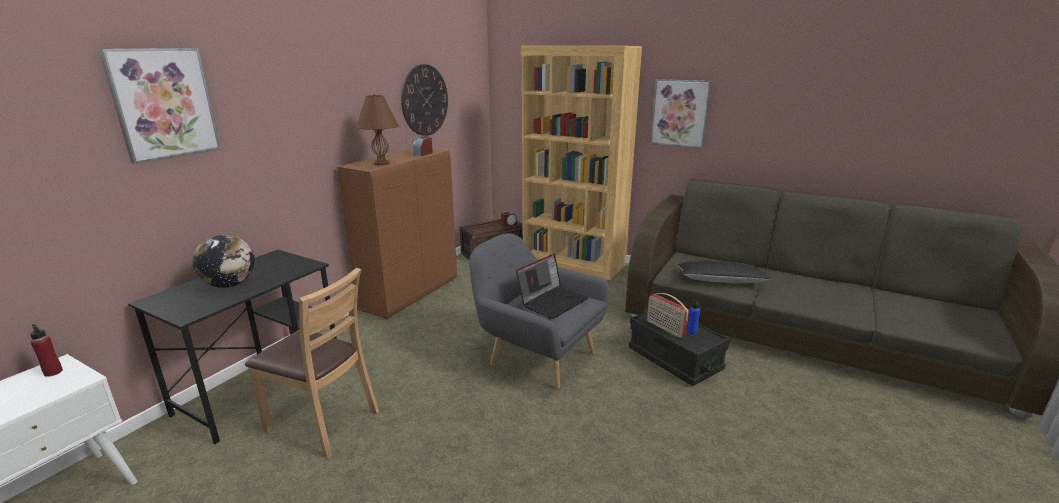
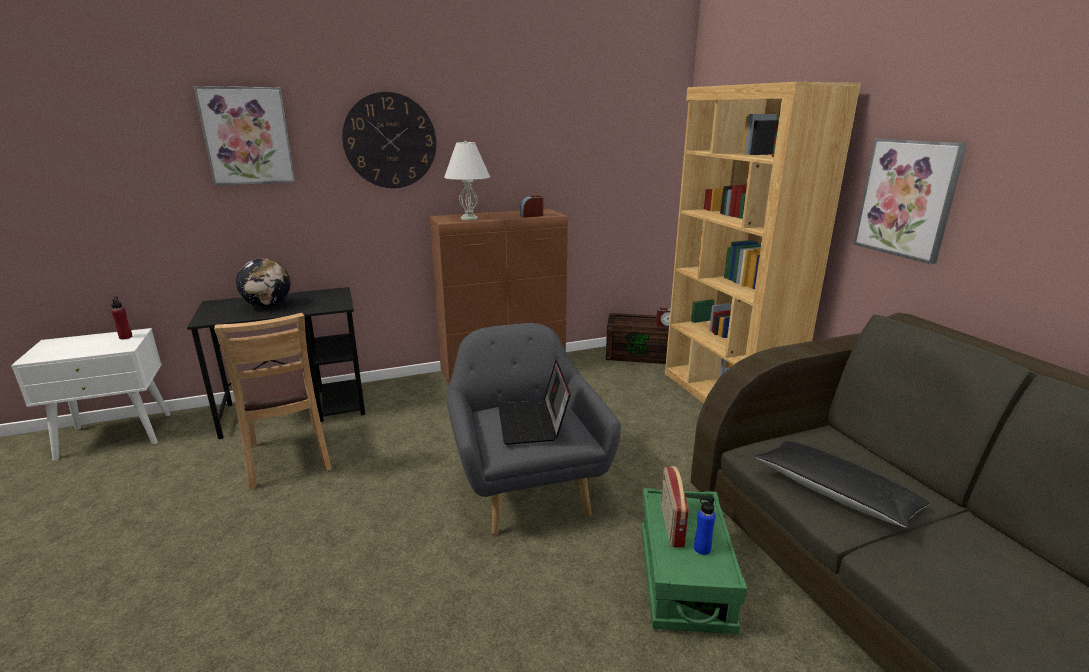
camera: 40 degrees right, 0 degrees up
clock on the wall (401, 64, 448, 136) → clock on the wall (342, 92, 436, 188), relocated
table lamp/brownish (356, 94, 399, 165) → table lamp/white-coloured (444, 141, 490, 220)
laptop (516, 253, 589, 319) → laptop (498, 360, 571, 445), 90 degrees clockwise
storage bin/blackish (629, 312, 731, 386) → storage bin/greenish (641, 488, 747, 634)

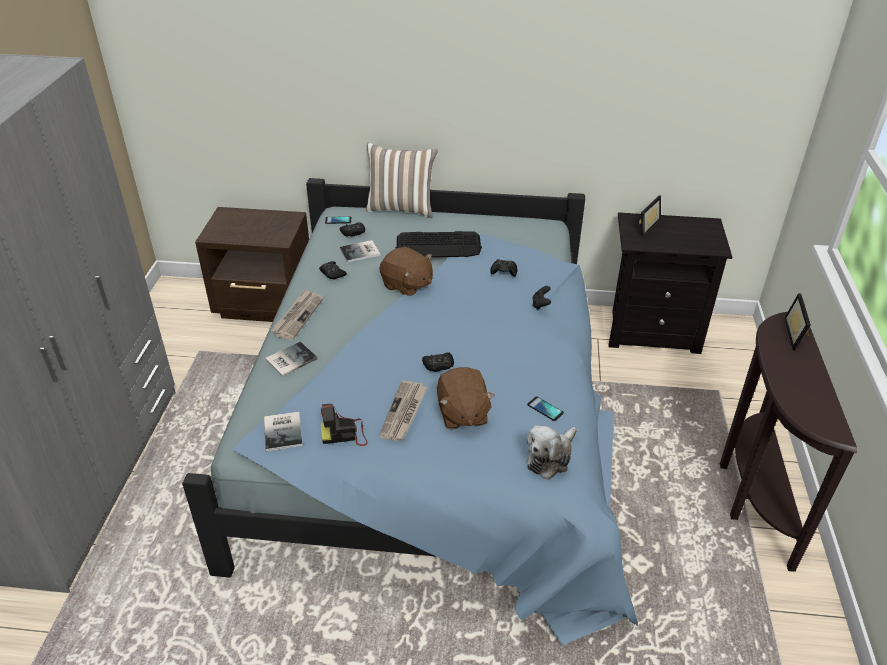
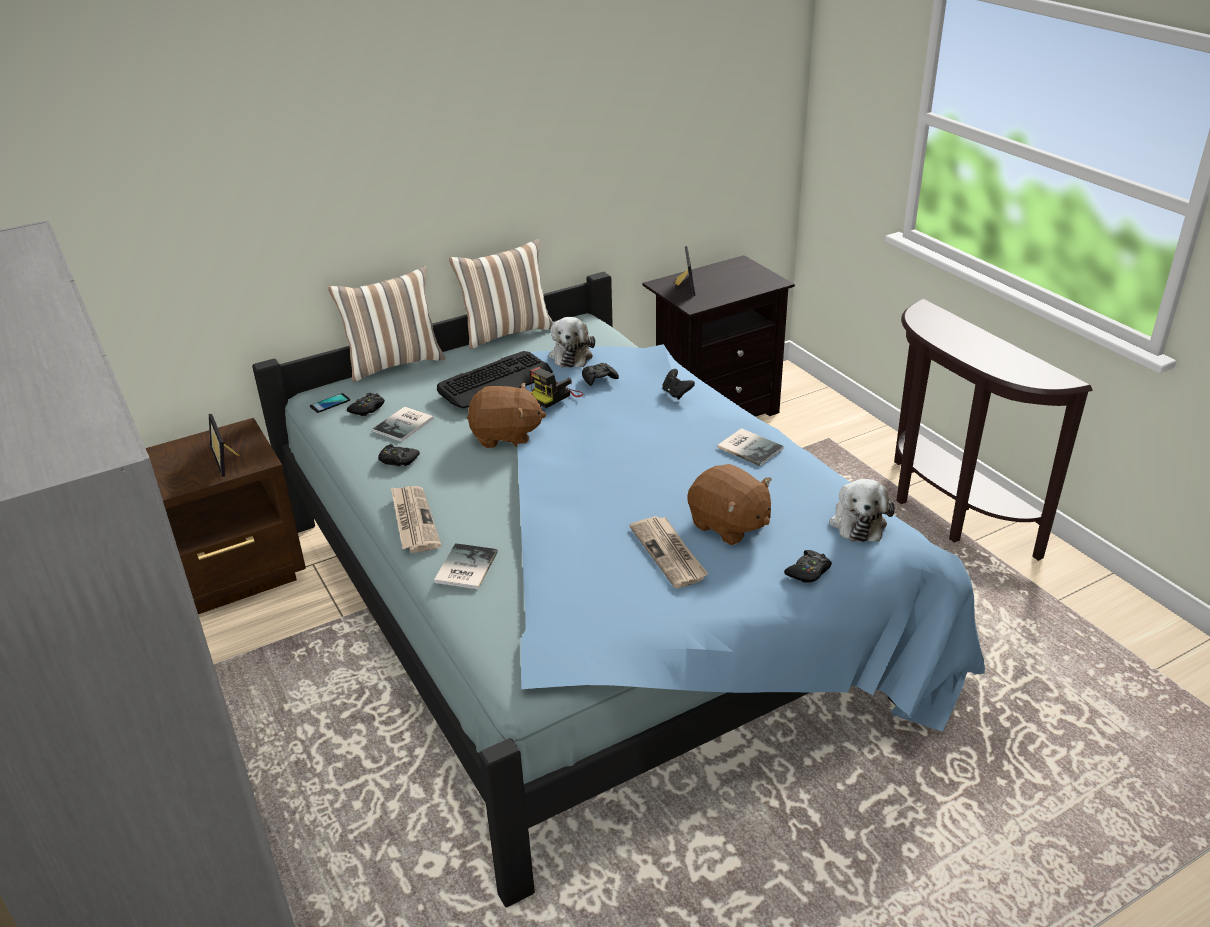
camera: 35 degrees left, 5 degrees down
photo frame (784, 293, 811, 350) → photo frame (209, 414, 239, 477), relocated
gamepad/blackish (422, 352, 454, 372) → gamepad/blackish (784, 550, 832, 583), relocated
telephone (527, 396, 564, 421) → -
photo camera (321, 404, 367, 446) → photo camera (529, 367, 584, 408), relocated
book (264, 412, 303, 451) → book (717, 428, 784, 466), relocated
- → pillow (449, 239, 553, 349)
- → cuddly toy (549, 317, 595, 368)

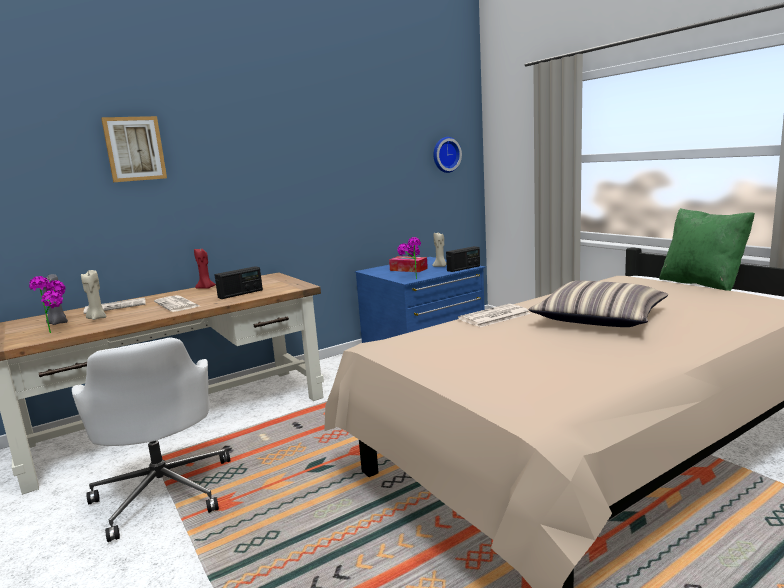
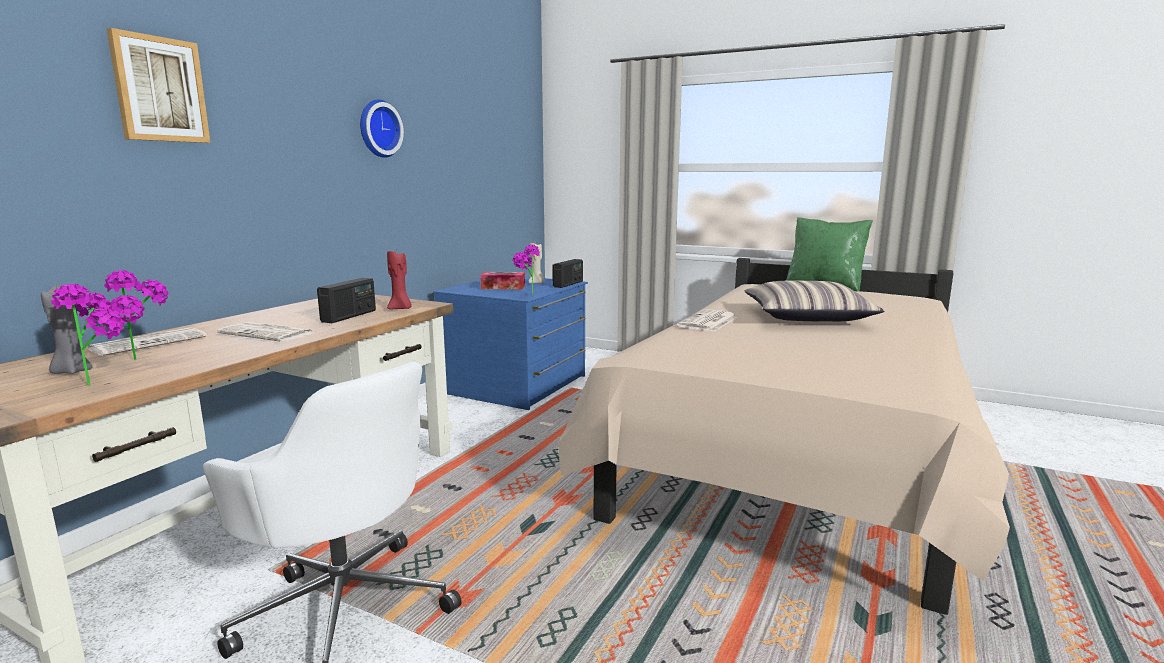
camera: 30 degrees left, 0 degrees up
clock on the wall (434, 137, 462, 173) → clock on the wall (360, 99, 404, 158), relocated
wax candle/red (194, 249, 216, 289) → wax candle/red (387, 251, 412, 309), relocated
wax candle/beige-coloured (81, 270, 107, 320) → houseplant (104, 270, 169, 360)

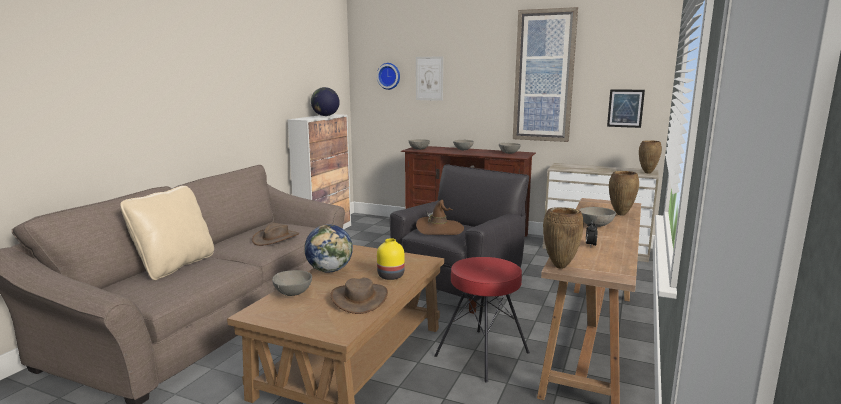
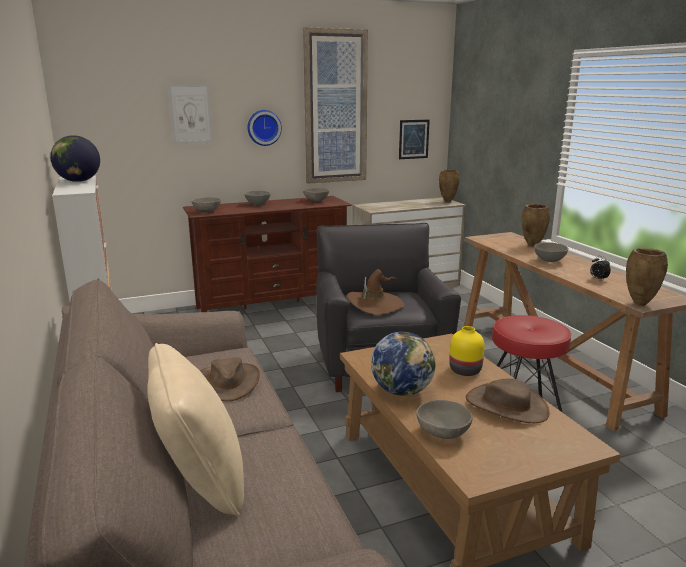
camera: 45 degrees left, 5 degrees up
clock on the wall (377, 63, 400, 90) → clock on the wall (248, 110, 282, 146), relocated

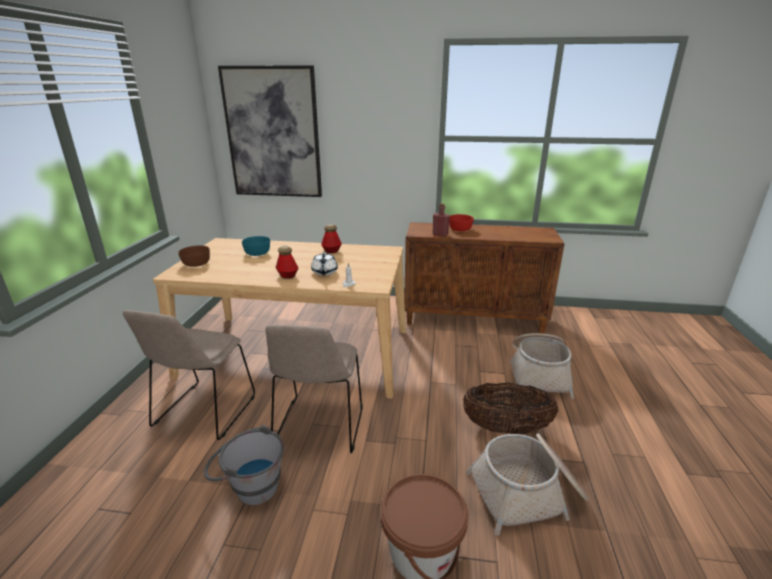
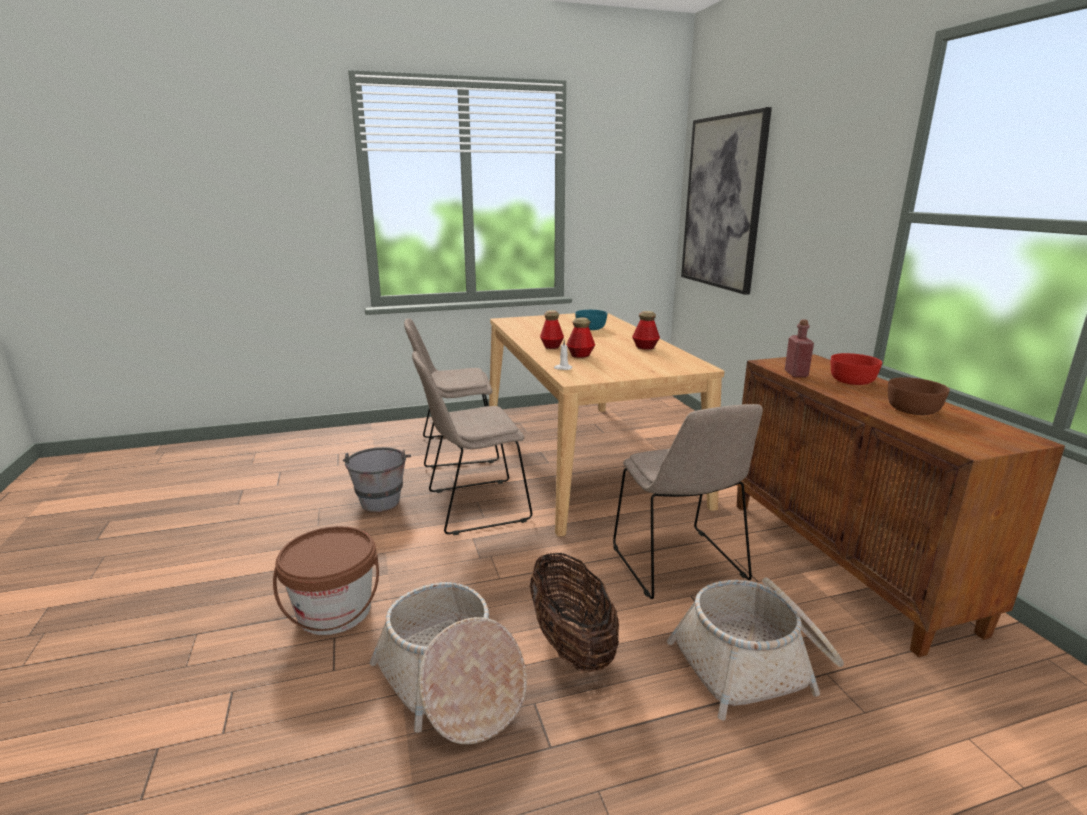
camera: 65 degrees right, 5 degrees down
deep dish/brownish (178, 245, 210, 267) → deep dish/brownish (888, 377, 950, 415), relocated
teapot/white-coloured (311, 252, 338, 276) → bottle (566, 318, 595, 358)
- → chair/beige-coloured (613, 404, 763, 599)

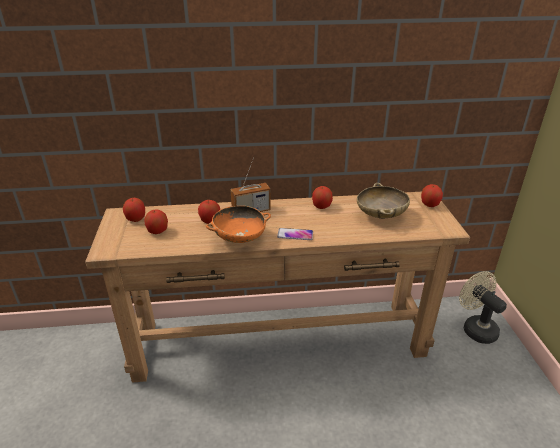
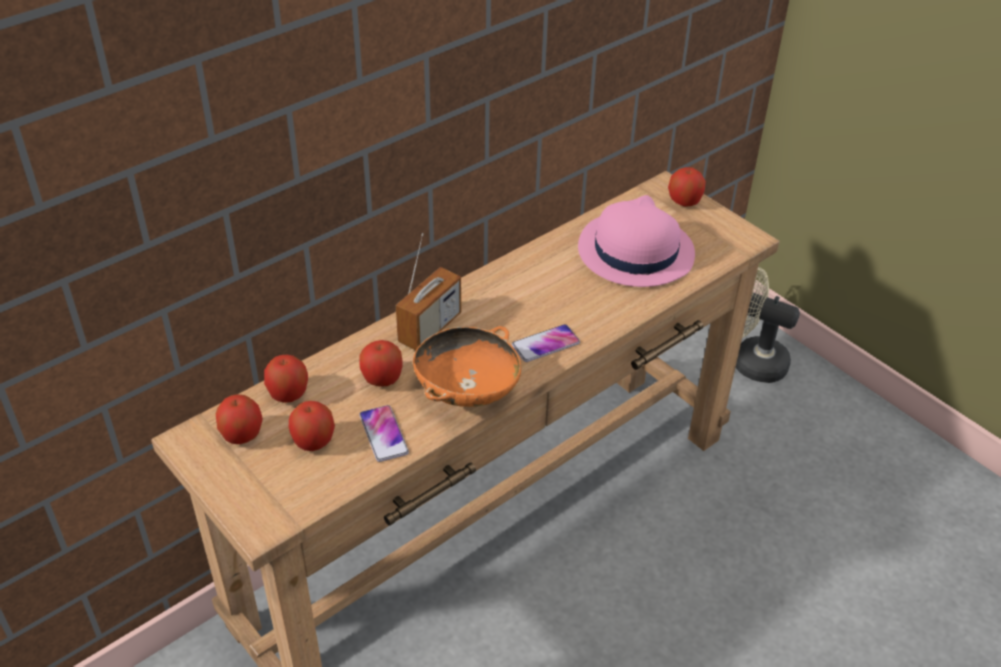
camera: 35 degrees left, 10 degrees up
deep dish/beige-coloured (357, 183, 410, 219) → wearable hat/pink (578, 195, 695, 287)
whole apple (312, 186, 333, 209) → whole apple (264, 355, 308, 403), relocated
- → telephone (359, 405, 409, 462)

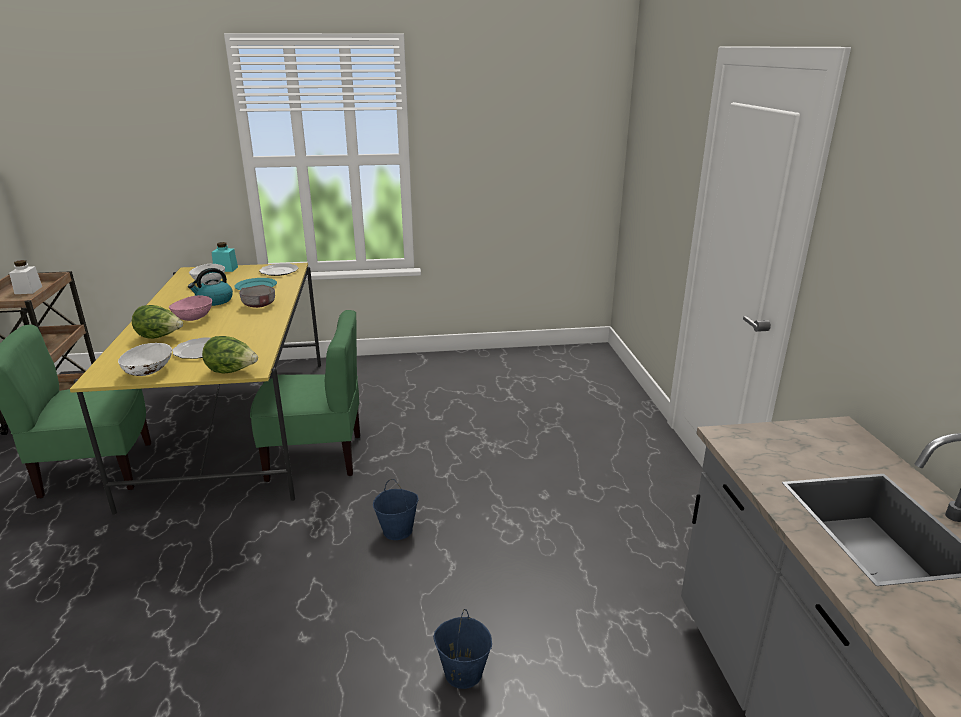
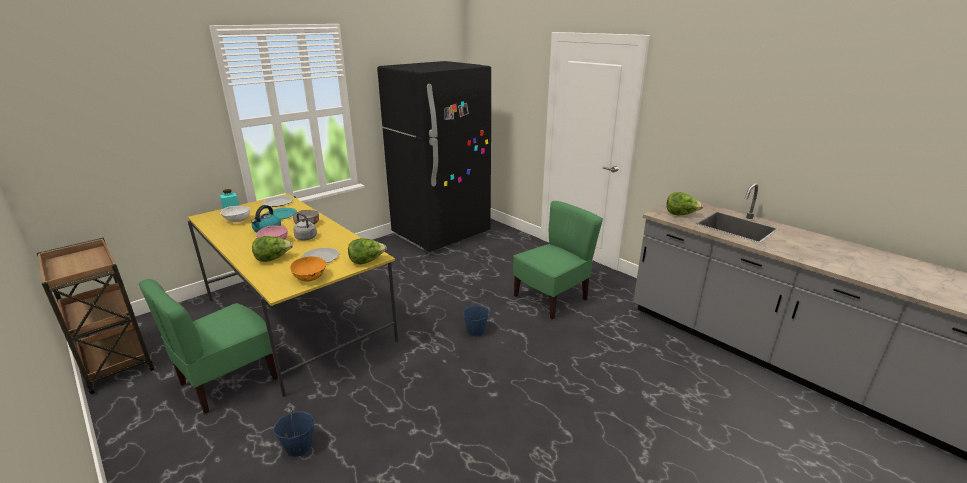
camera: 35 degrees left, 0 degrees up
jar/white-coloured (9, 260, 42, 294) → -
chair/greenish (250, 310, 360, 482) → chair/greenish (513, 201, 603, 320), relocated
deep dish/white-coloured (118, 342, 172, 376) → deep dish/orangey (290, 256, 326, 282)
bucket/blue-coloured (433, 609, 492, 689) → bucket/blue-coloured (273, 407, 315, 457), relocated
- → fridge/blackish (377, 61, 491, 252)
- → lettuce (667, 192, 703, 215)
- → kettle/gray (293, 213, 317, 240)

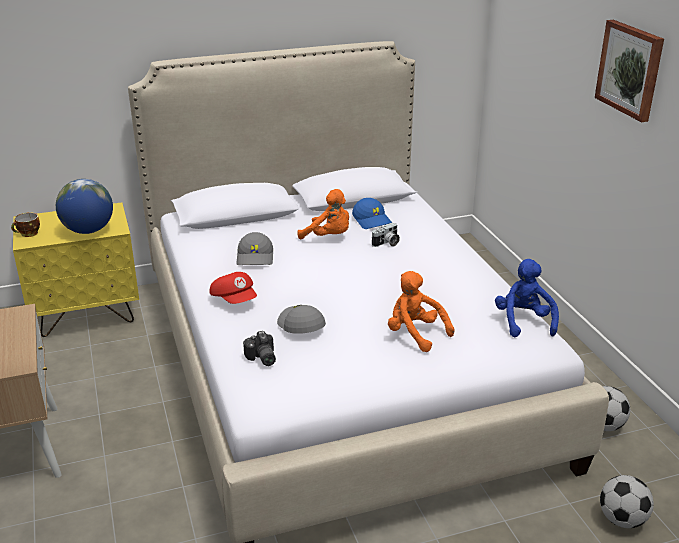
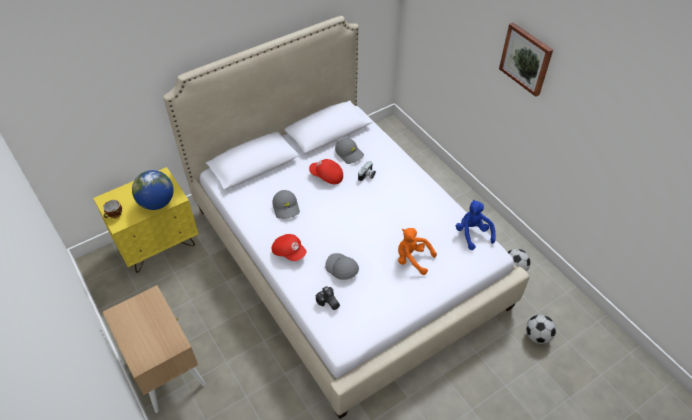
camera: 15 degrees left, 20 degrees up
cuddly toy/orangey (297, 189, 349, 240) → peaked cap/red (309, 159, 343, 184)
peaked cap/blue-coloured (352, 198, 392, 229) → peaked cap/gray (335, 138, 364, 164)

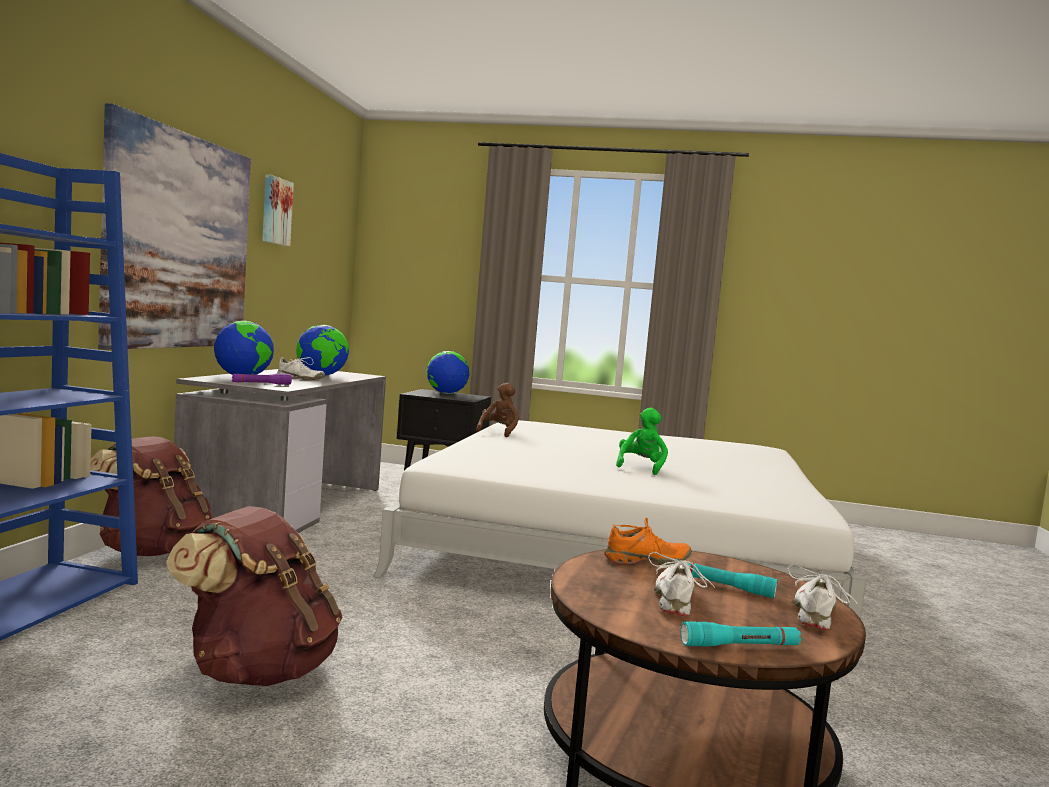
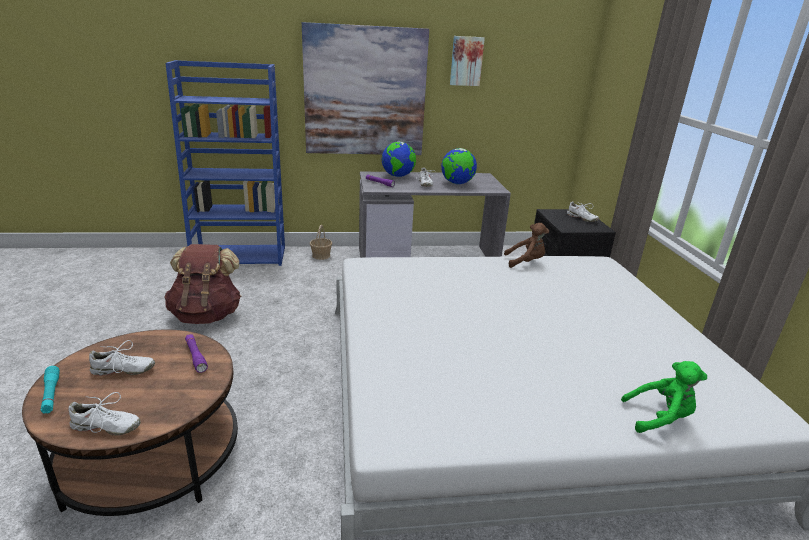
camera: 70 degrees right, 20 degrees up
world globe (427, 351, 470, 394) → shoe/white-coloured (567, 201, 599, 222)
cuddly toy/greenish (616, 408, 668, 475) → cuddly toy/greenish (621, 361, 707, 433), relocated
backpack/brownish (90, 436, 212, 556) → household basket (310, 225, 332, 260)
shoe/orangey (604, 518, 692, 565) → torch/purplish (185, 334, 208, 373)
torch/turquoise (679, 560, 777, 598) → -

